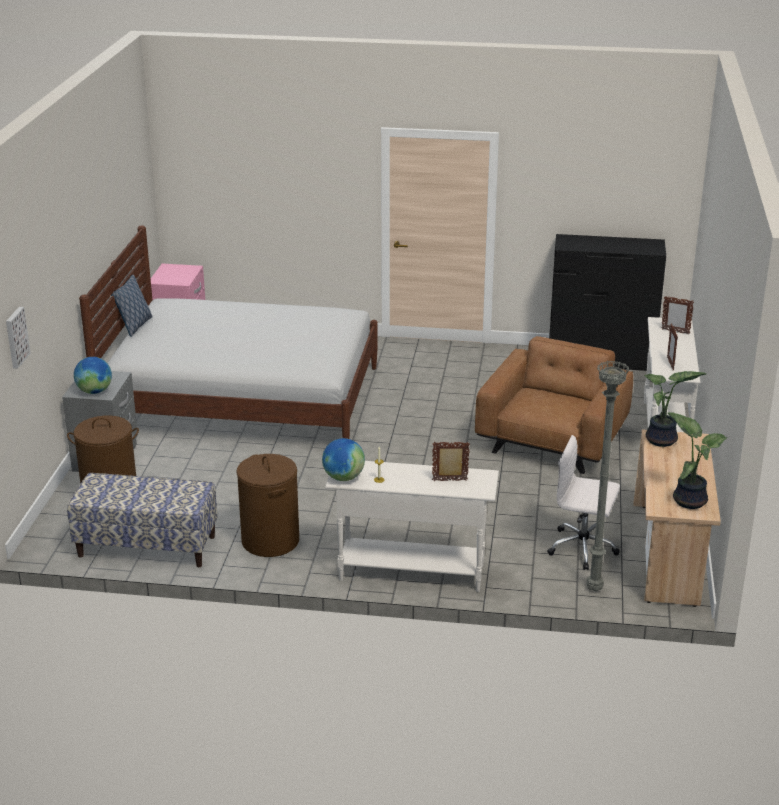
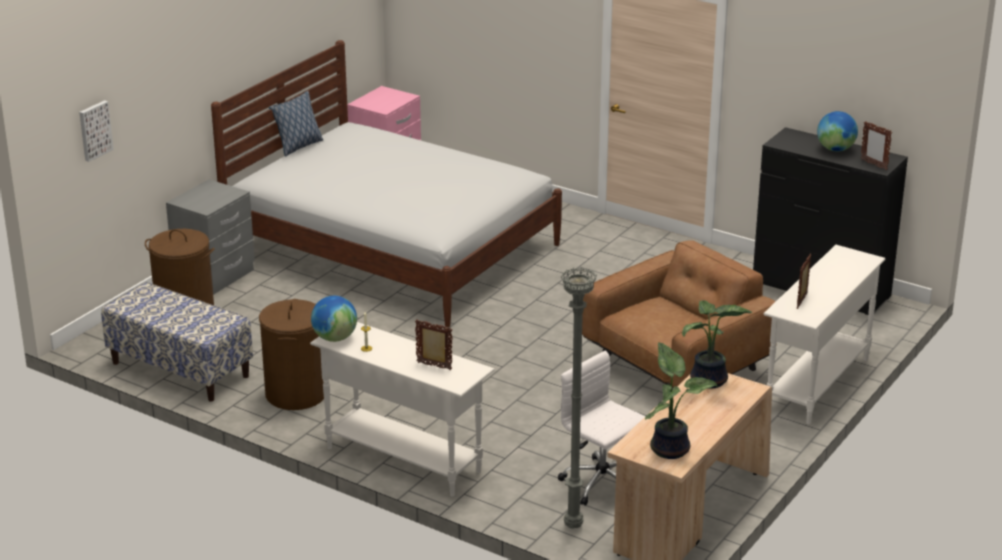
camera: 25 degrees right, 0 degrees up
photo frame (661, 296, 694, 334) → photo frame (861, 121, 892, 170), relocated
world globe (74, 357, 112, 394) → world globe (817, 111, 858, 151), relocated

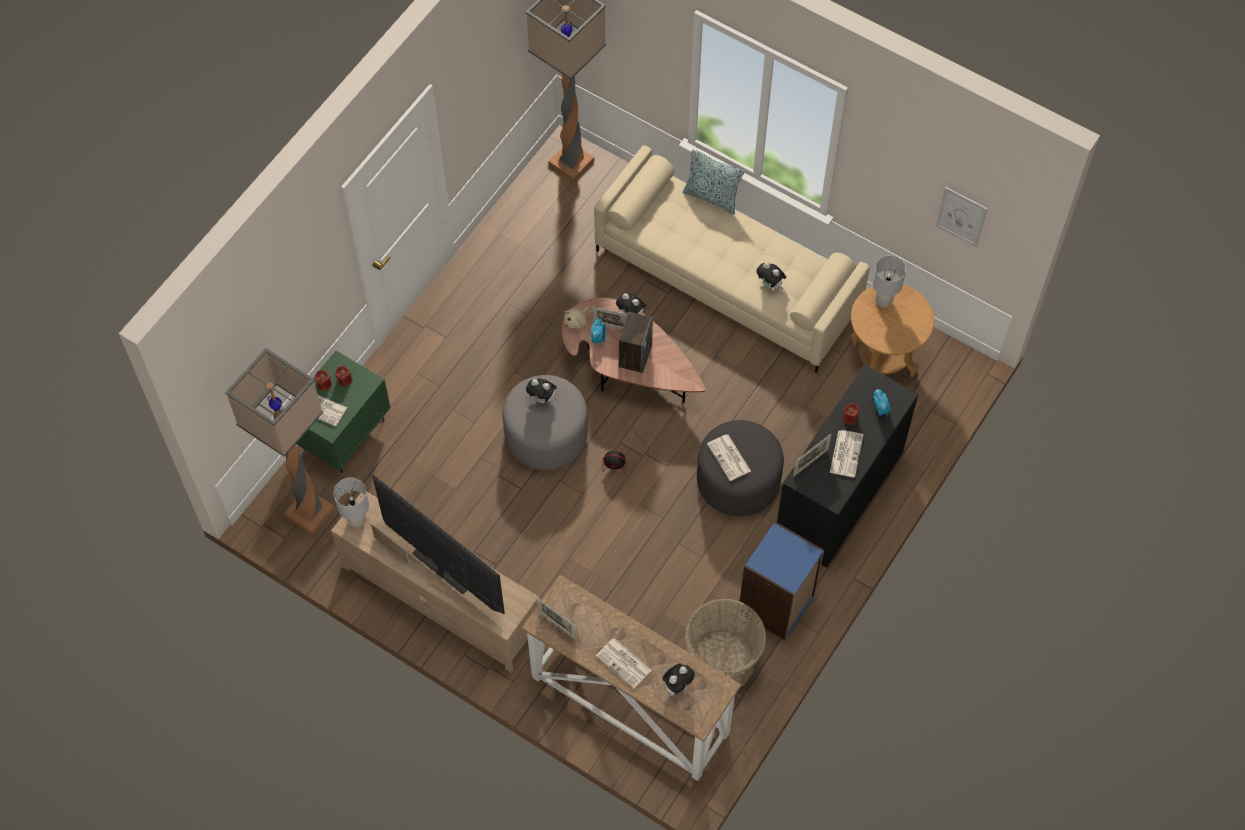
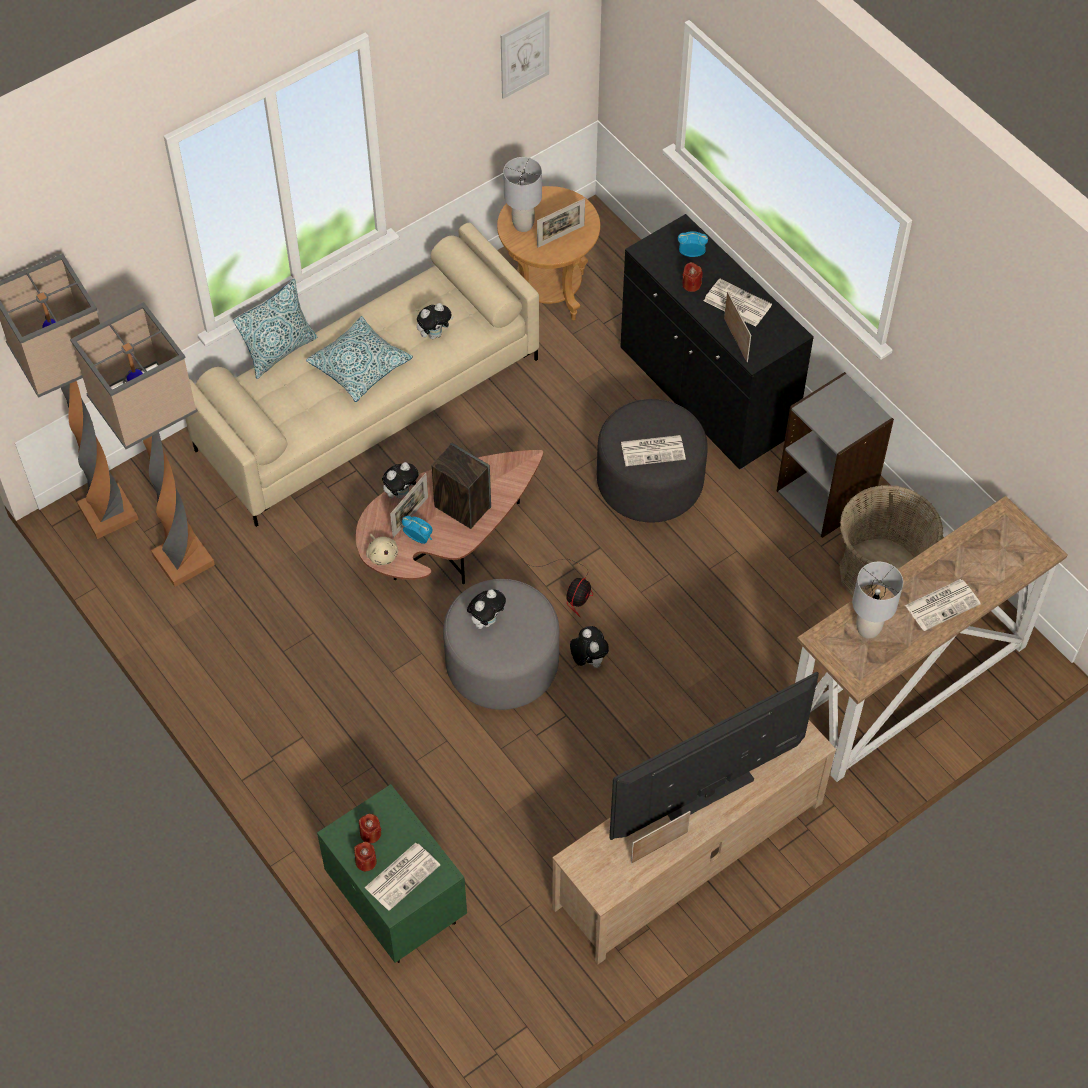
camera: 70 degrees left, 5 degrees down
floor lamp (225, 348, 334, 535) → floor lamp (70, 302, 215, 587), relocated
table lamp/gray (333, 478, 369, 528) → table lamp/gray (852, 562, 903, 639), relocated
shelving unit/blue-coloured (740, 522, 824, 641) → shelving unit/gray (777, 372, 894, 538)
photo frame (537, 597, 577, 640) → photo frame (537, 198, 585, 248), relocated
cuddly toy (663, 663, 695, 695) → cuddly toy (570, 626, 609, 668), relocated
- → pillow (306, 316, 413, 402)

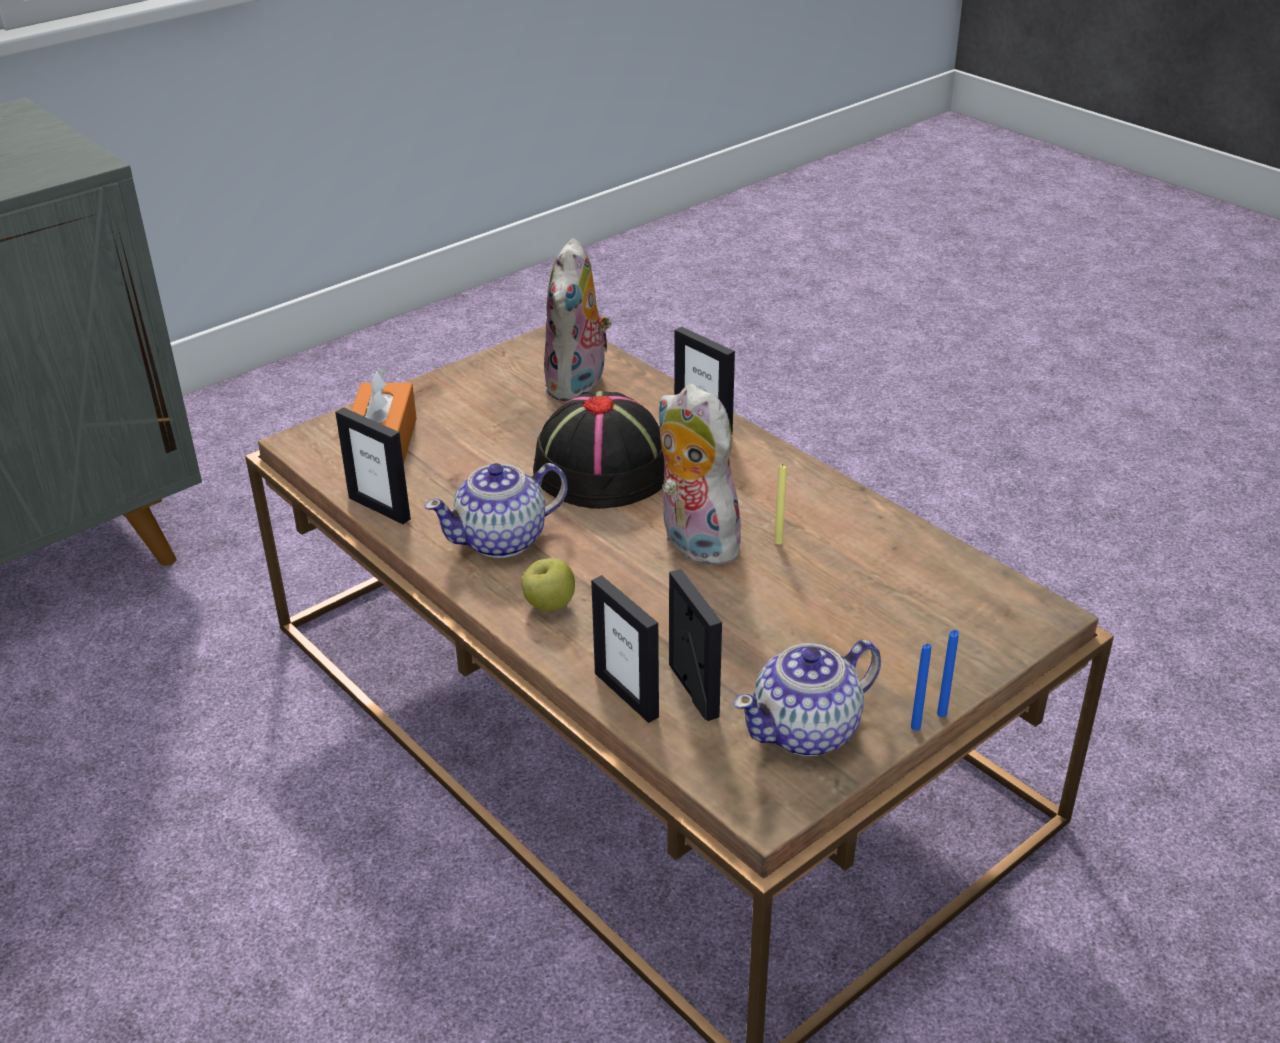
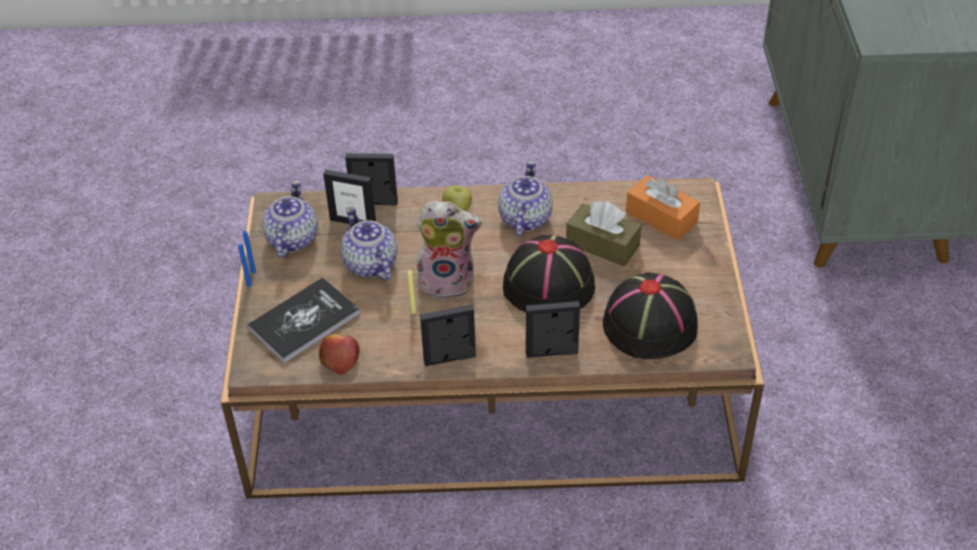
camera: 130 degrees right, 10 degrees up
cuddly toy (544, 238, 612, 402) → wearable hat/blackish (603, 273, 698, 359)
photo frame (335, 407, 411, 524) → photo frame (420, 305, 476, 366), relocated
- → tissue holder/brownish (566, 201, 642, 266)
- → teapot (341, 207, 397, 281)
- → book (247, 278, 360, 363)
- → whole apple (319, 334, 359, 375)

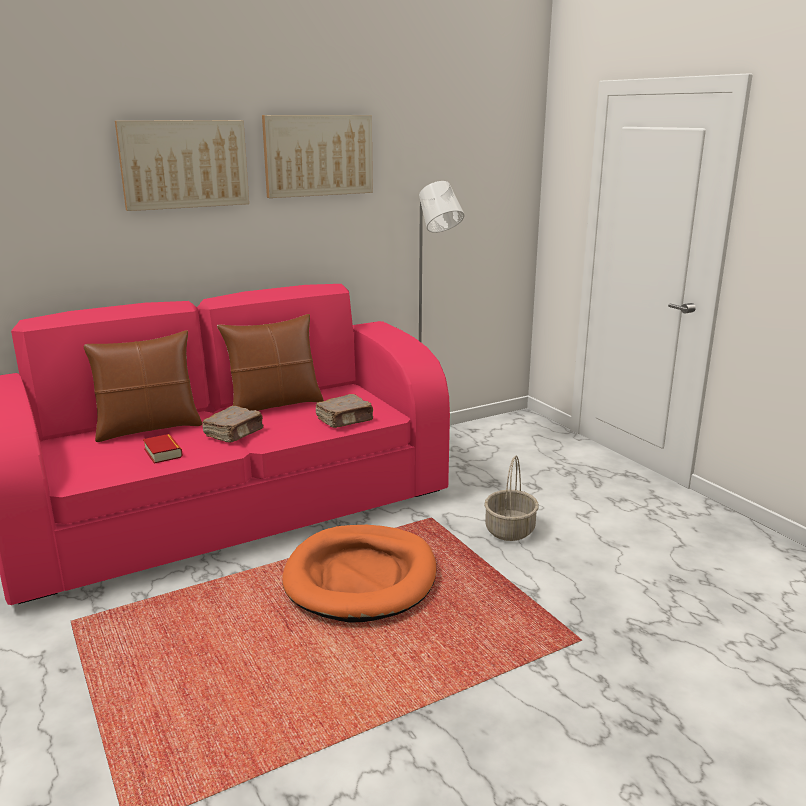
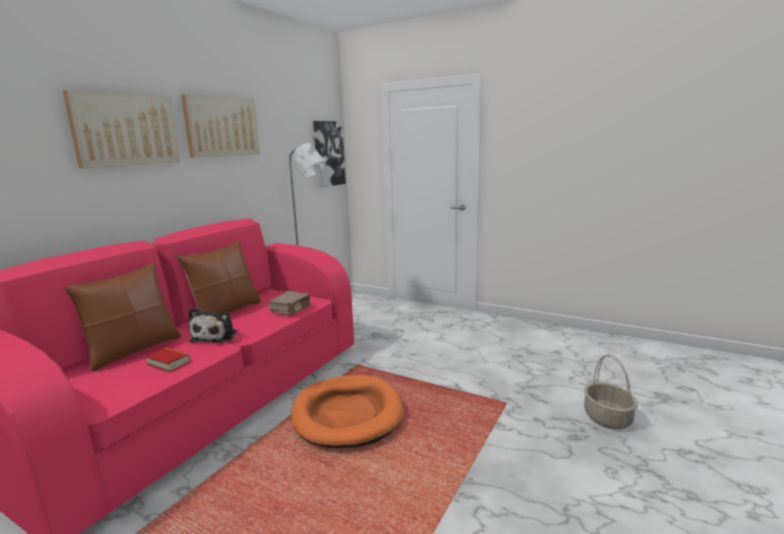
camera: 30 degrees left, 5 degrees down
book/brownish (202, 406, 264, 443) → cuddly toy (189, 308, 237, 343)
household basket (484, 456, 539, 541) → household basket (584, 354, 638, 429), relocated
- → wall picture (313, 121, 346, 188)

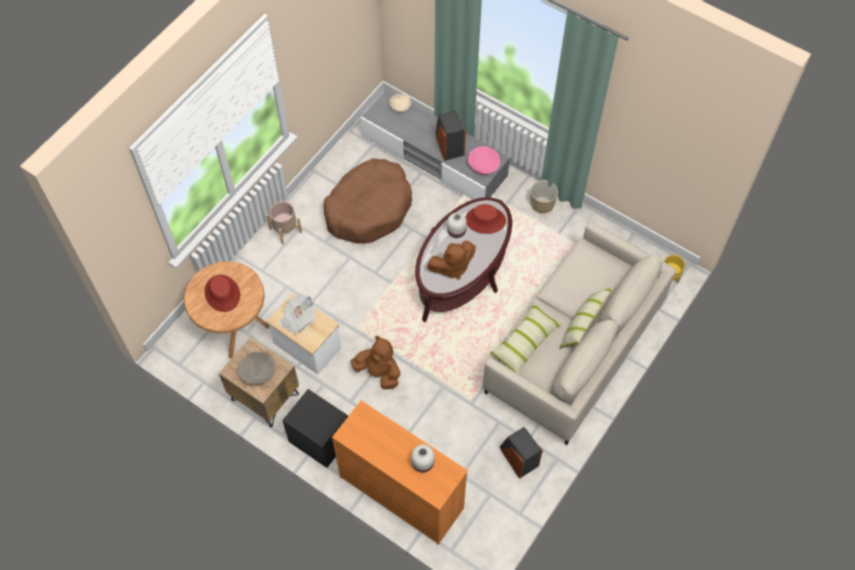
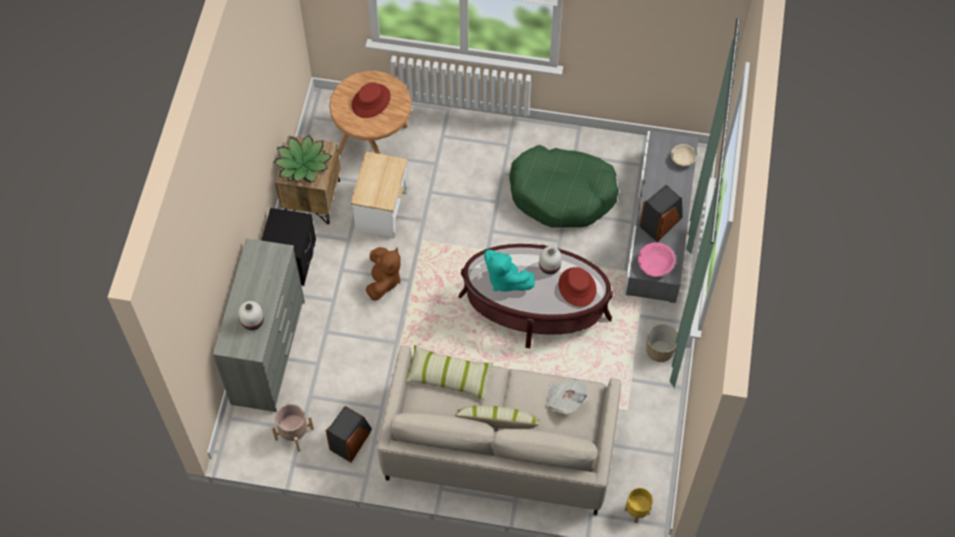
camera: 65 degrees right, 0 degrees up
dog bed/brownish (324, 158, 412, 244) → dog bed/greenish (509, 145, 619, 228)
planter/beige-coloured (266, 201, 302, 245) → planter/beige-coloured (271, 404, 314, 452), relocated
cuddly toy/brownish (427, 240, 476, 280) → cuddly toy/turquoise (484, 249, 535, 292)
newspaper (279, 294, 316, 335) → newspaper (545, 379, 588, 414), relocated
deep dish/beige-coloured (238, 352, 276, 385) → houseplant (274, 135, 332, 183)
dresser/orangey (332, 400, 468, 545) → dresser/gray (213, 238, 305, 412)

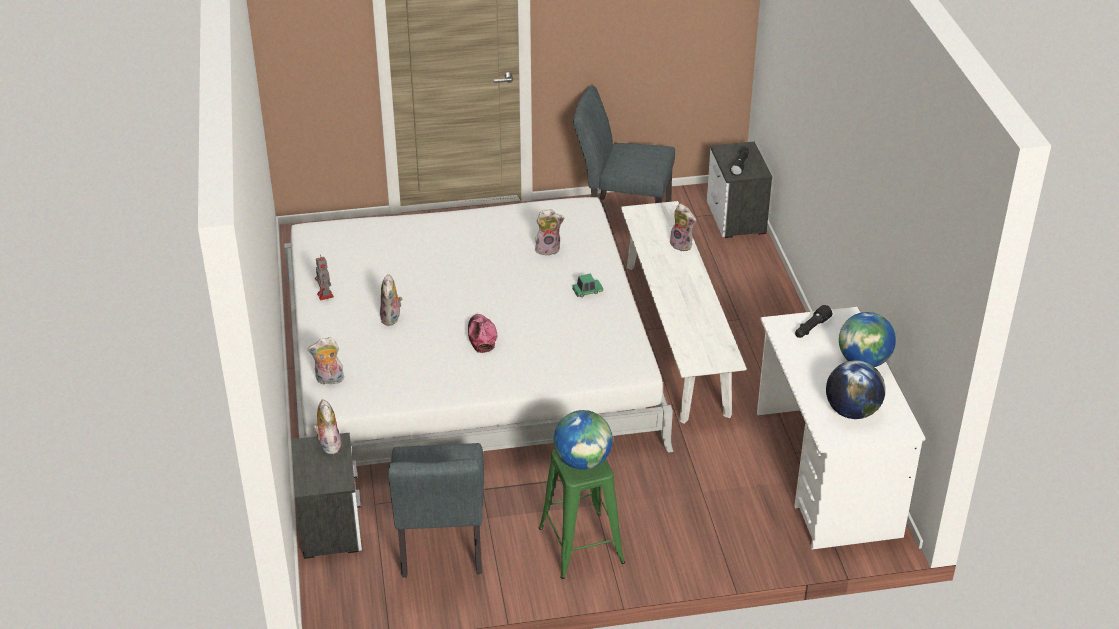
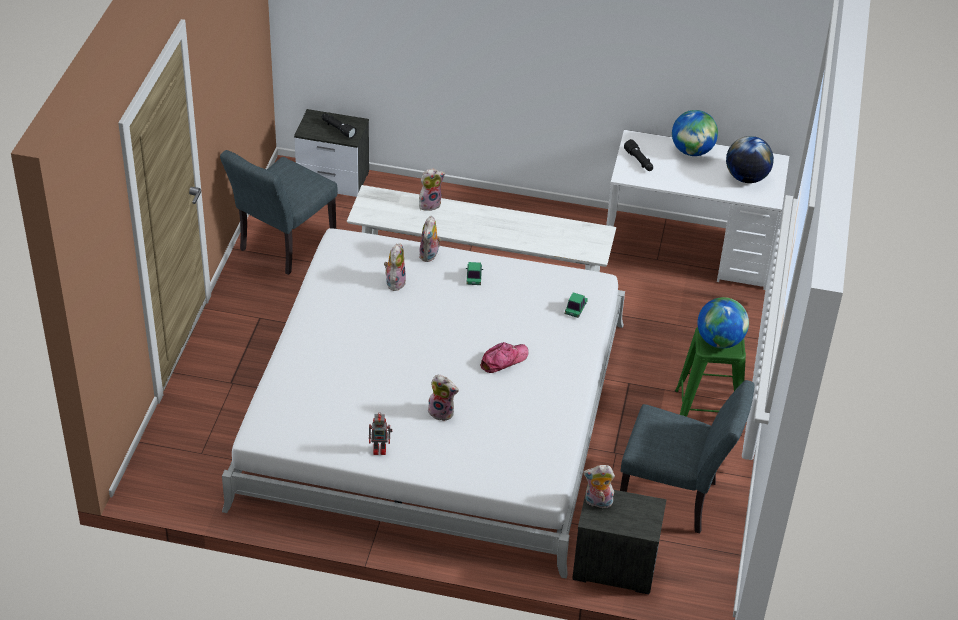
camera: 70 degrees left, 5 degrees up
peaked cap (468, 314, 498, 353) → peaked cap (480, 342, 529, 373), 135 degrees clockwise
cuddly toy (307, 337, 344, 385) → cuddly toy (419, 216, 441, 262), relocated
- → toy car (565, 292, 588, 318)

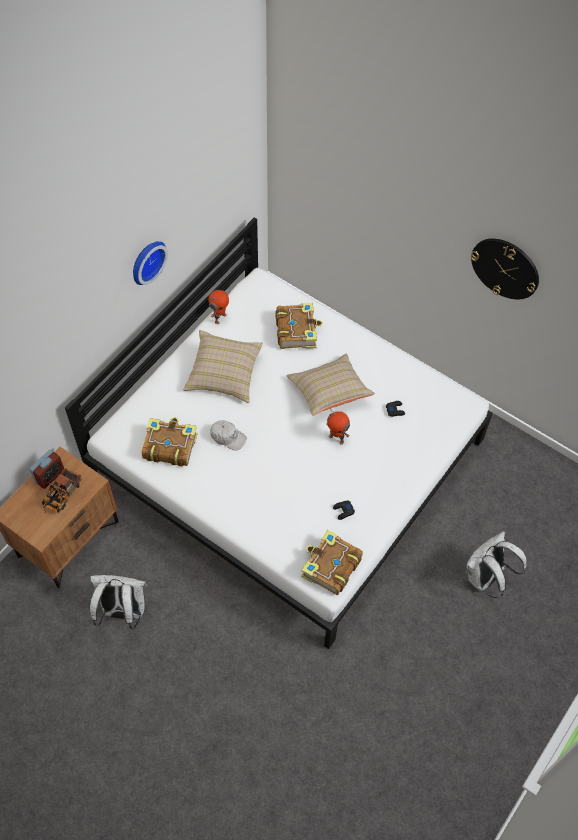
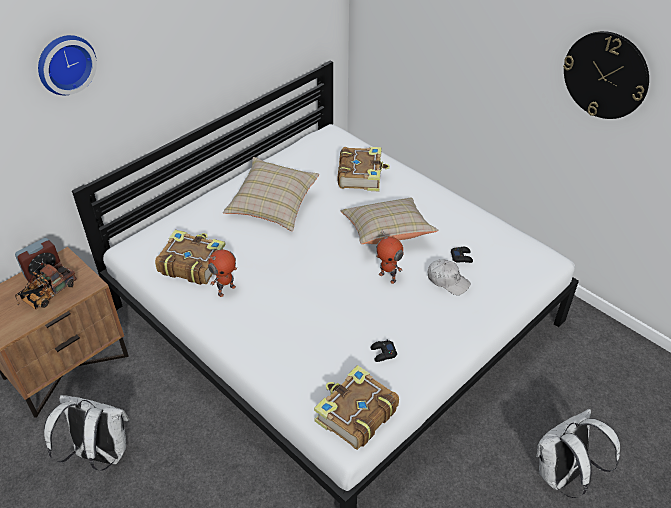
camera: 10 degrees right, 15 degrees down
clock on the wall (133, 241, 168, 285) → clock on the wall (38, 35, 97, 95), relocated
toy robot (208, 290, 229, 324) → toy robot (207, 250, 237, 297), relocated
peaked cap/white-coloured (210, 420, 247, 451) → peaked cap/white-coloured (428, 259, 471, 295), relocated

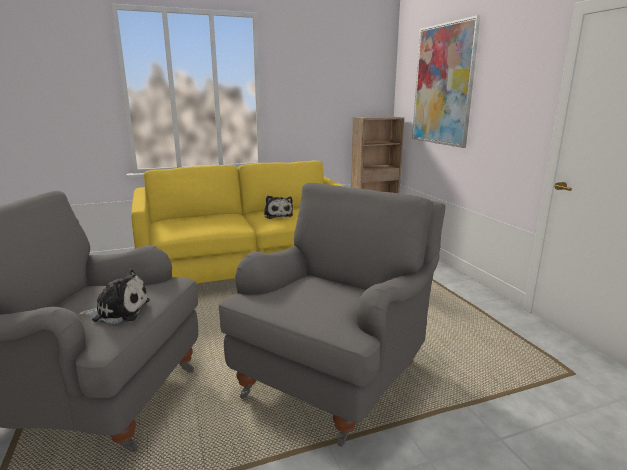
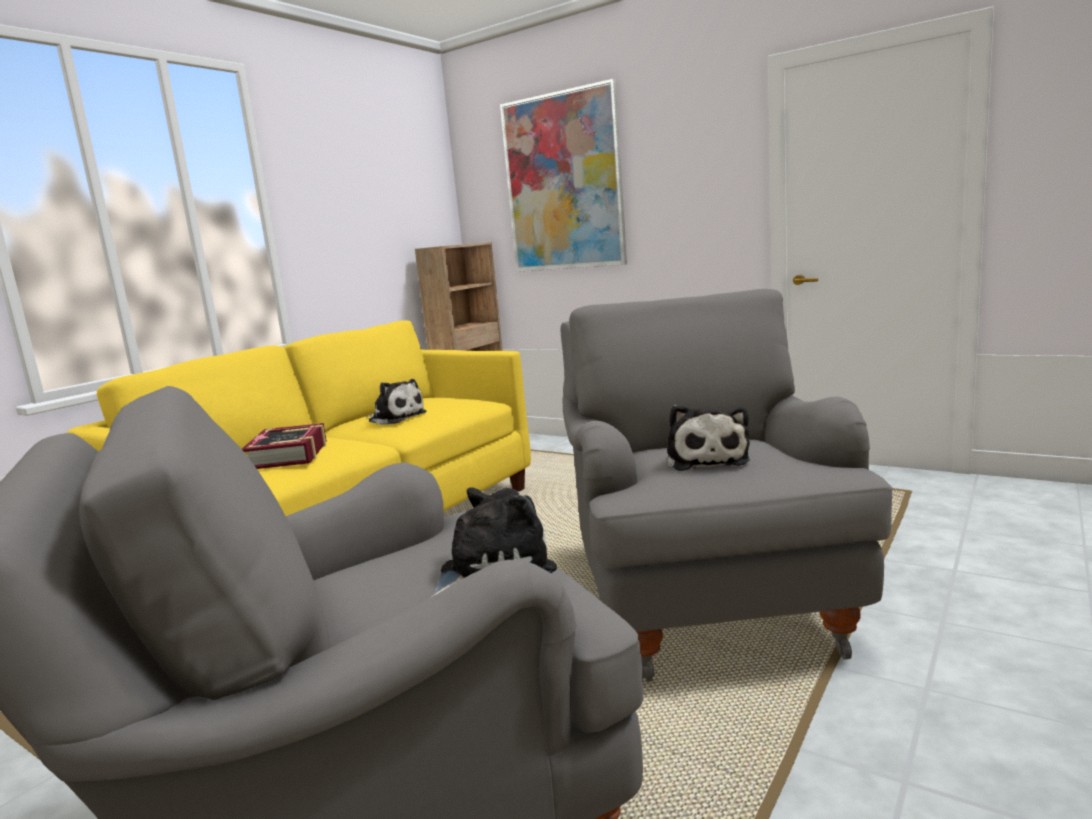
camera: 35 degrees left, 5 degrees down
- → cuddly toy (667, 405, 750, 471)
- → book (242, 423, 327, 469)

